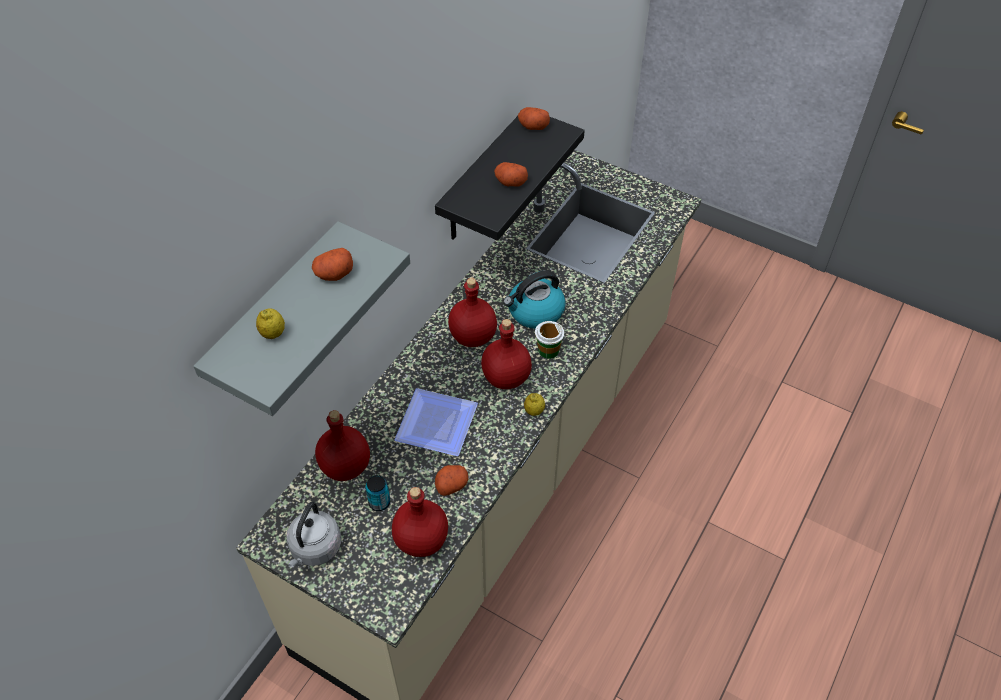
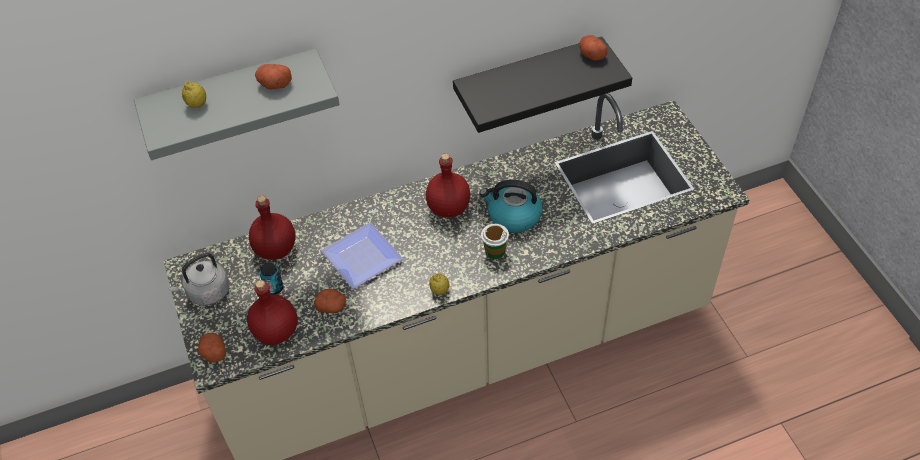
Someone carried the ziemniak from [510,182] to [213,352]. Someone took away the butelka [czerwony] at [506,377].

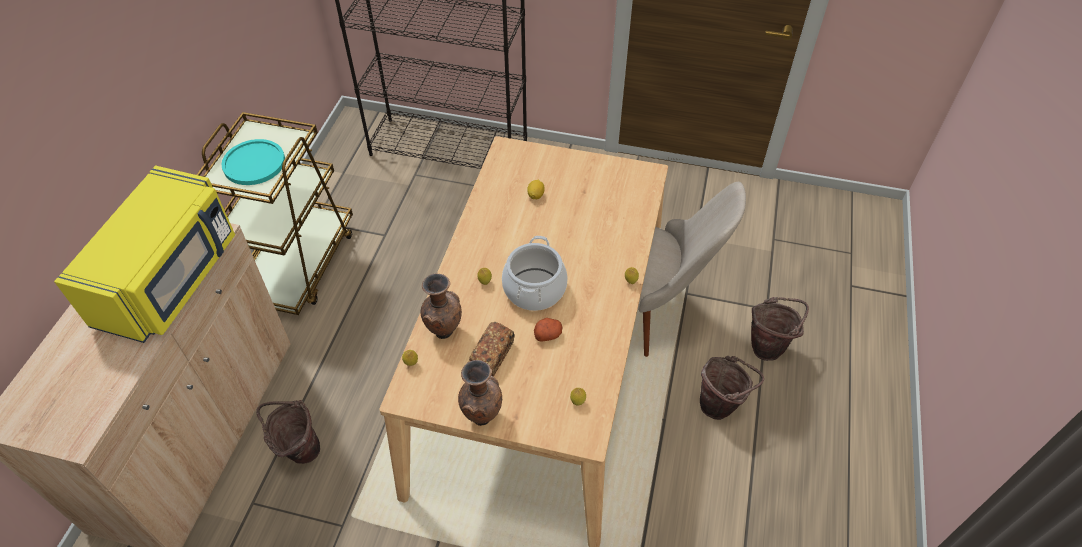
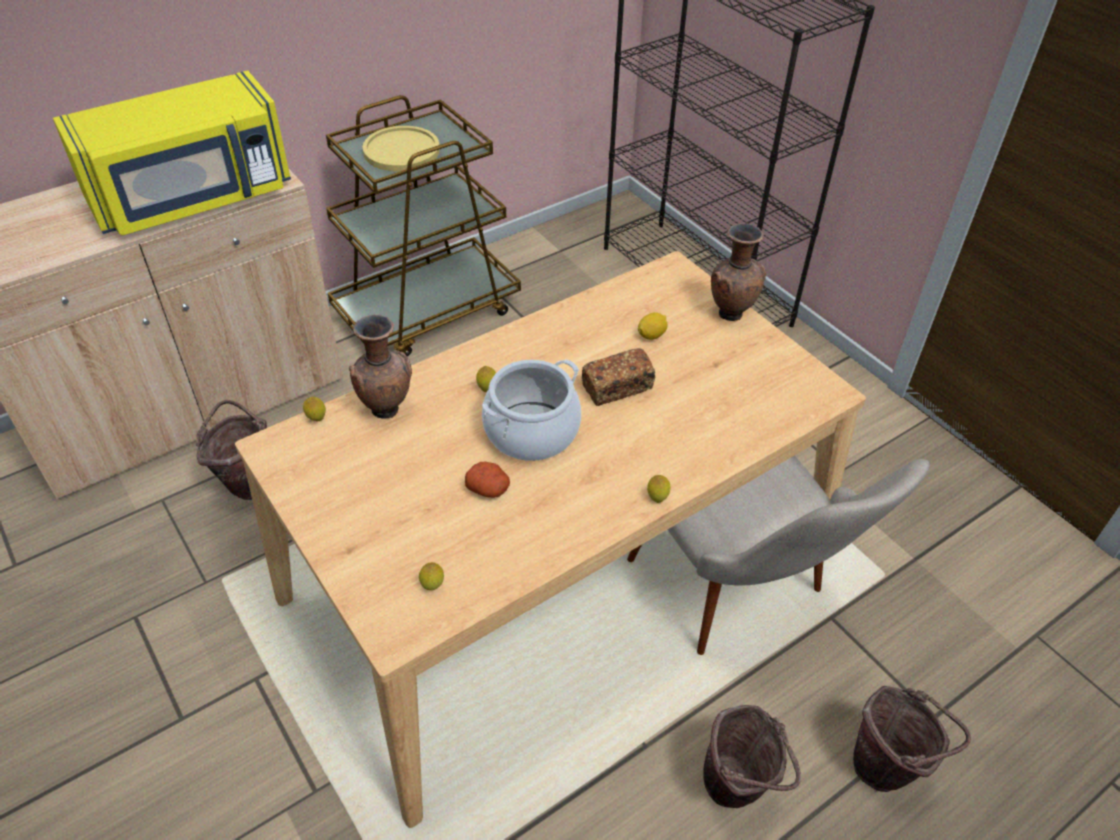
Someone repainted the talerz [turkusowy] at [254,163], which became the talerz [żółty] at [401,151]. Someone carried the chleb from [493,355] to [617,387]. Someone carried the wazon [brązowy] from [481,415] to [730,313].

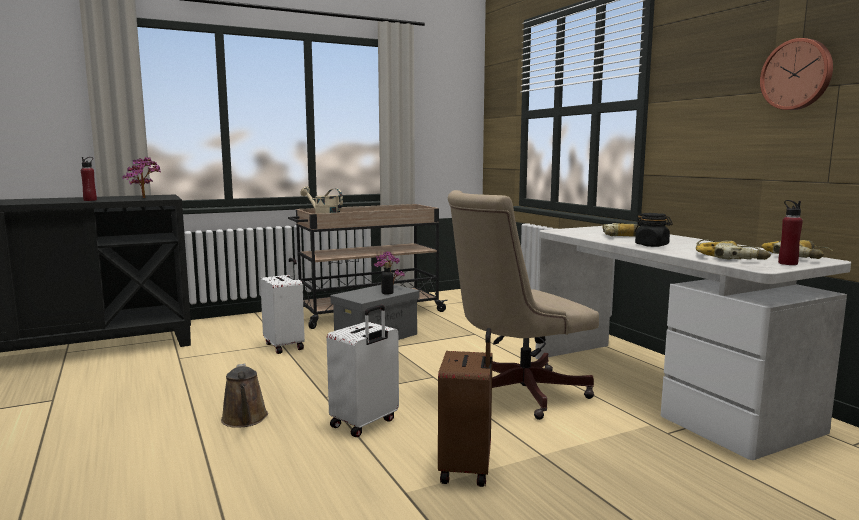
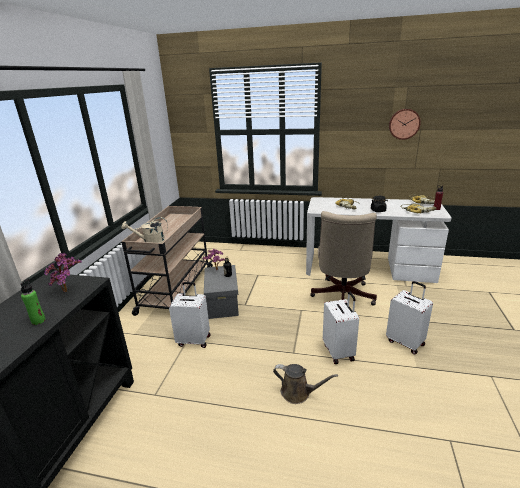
Someone repainted the butelka [czerwony] at [90,200], which became the butelka [zielony] at [38,321]. Someone repainted the walizka [brązowy] at [467,469], which became the walizka [biały] at [405,342].

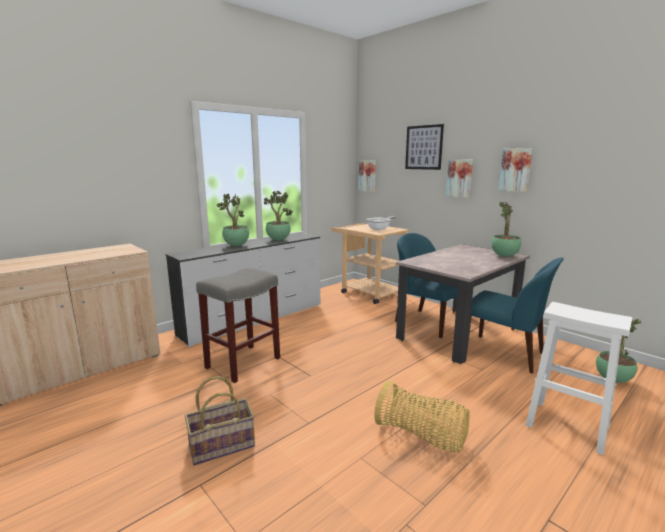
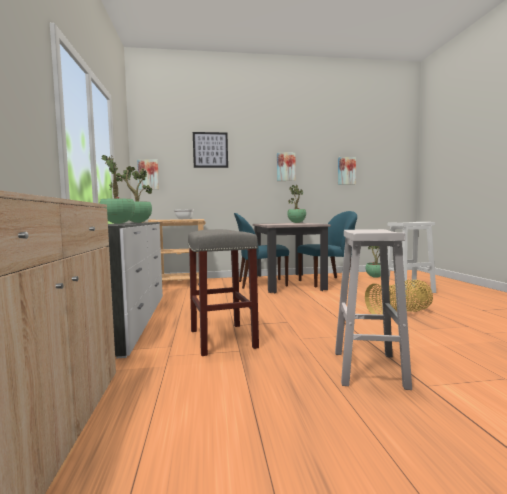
Someone carried the obraz from [460,178] to [346,171]. Someone swapped the koszyk at [222,445] for the stołek [biały] at [368,368].

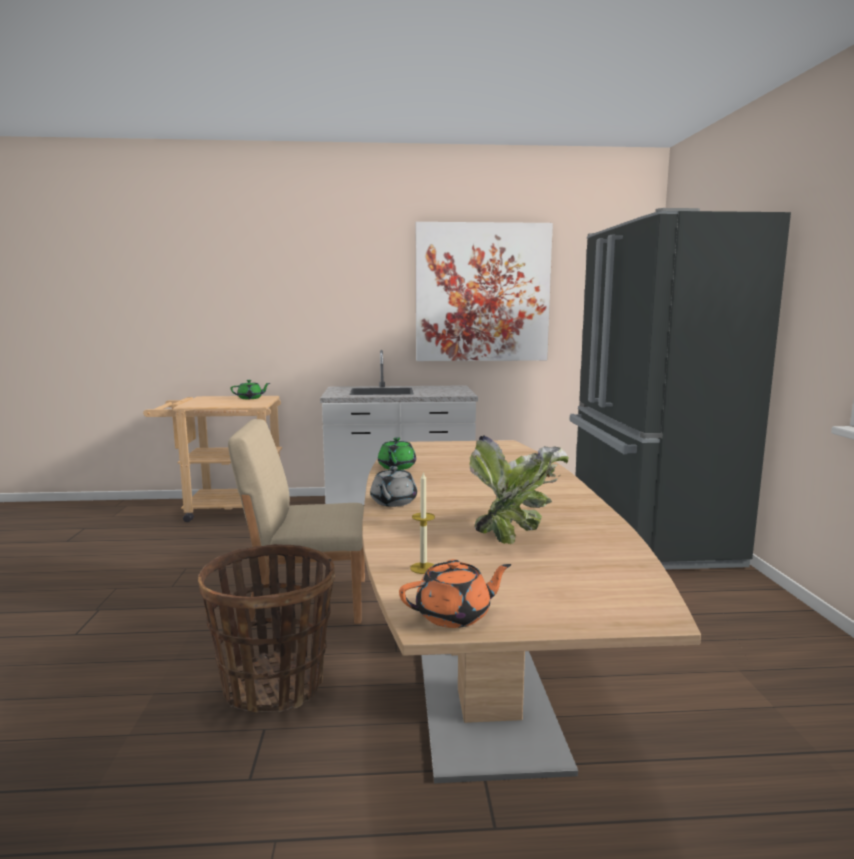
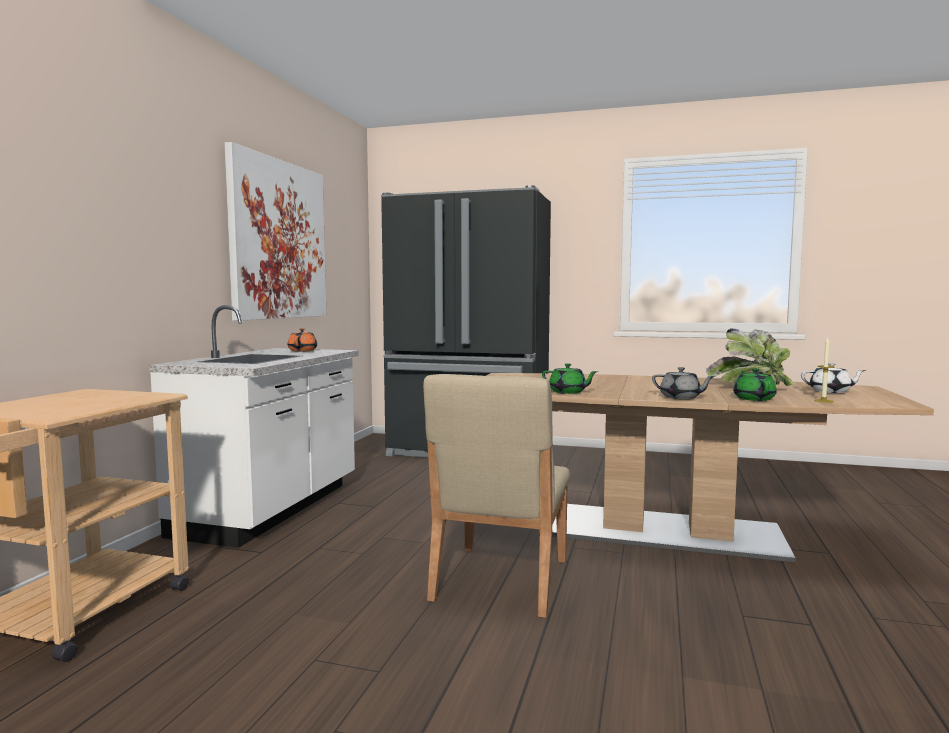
Someone carried the imbryk [zielony] from [250,398] to [753,399]. Someone took away the koszyk at [274,685]. Someone carried the imbryk [pomarańczowy] from [455,615] to [303,350]. Someone put down the imbryk [biały] at [831,391].

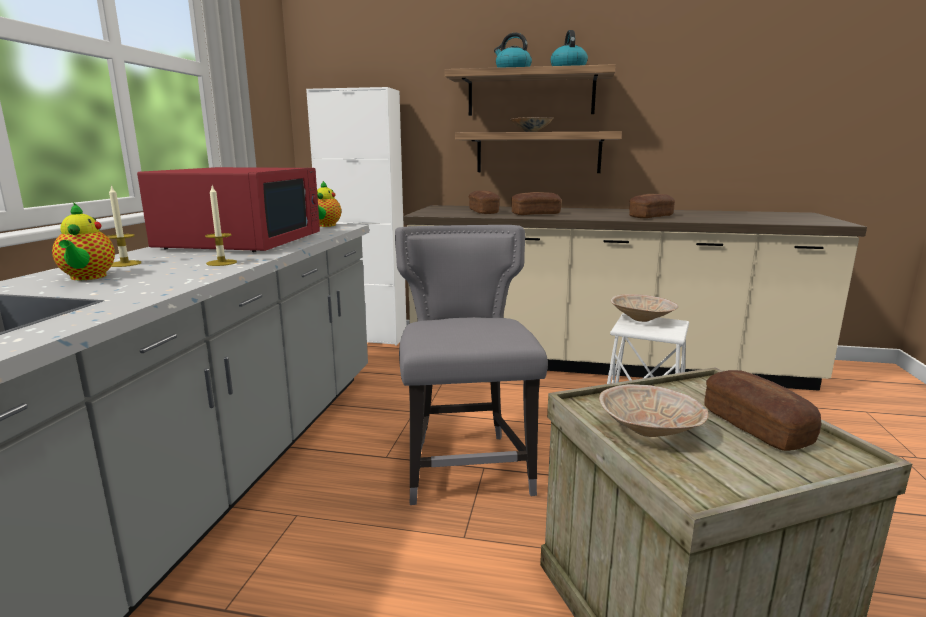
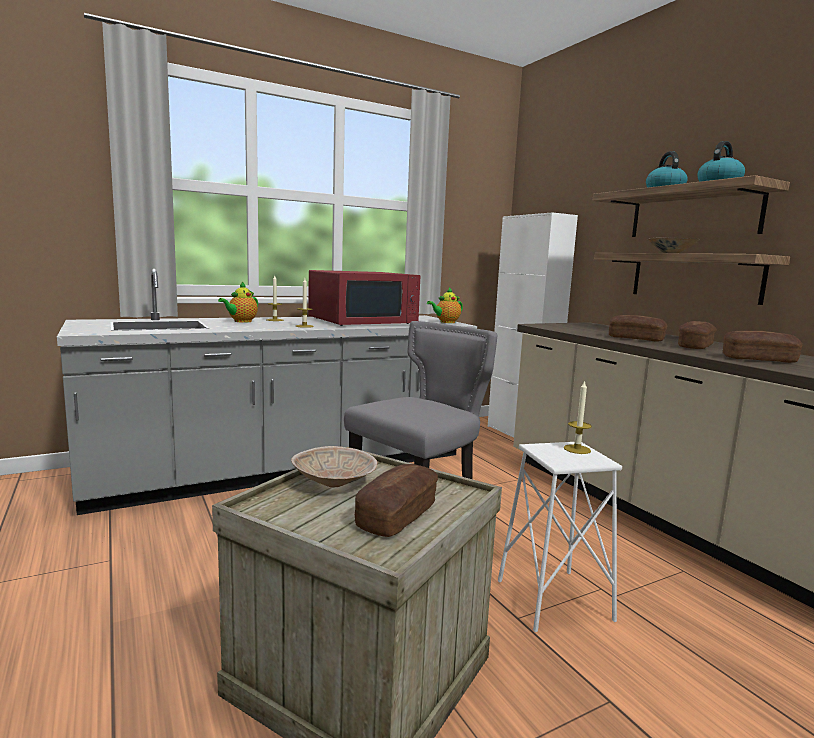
Someone carried the chleb from [483,212] to [695,346]. Someone swapped the miska [beżowy] at [643,319] for the świeca at [577,449].

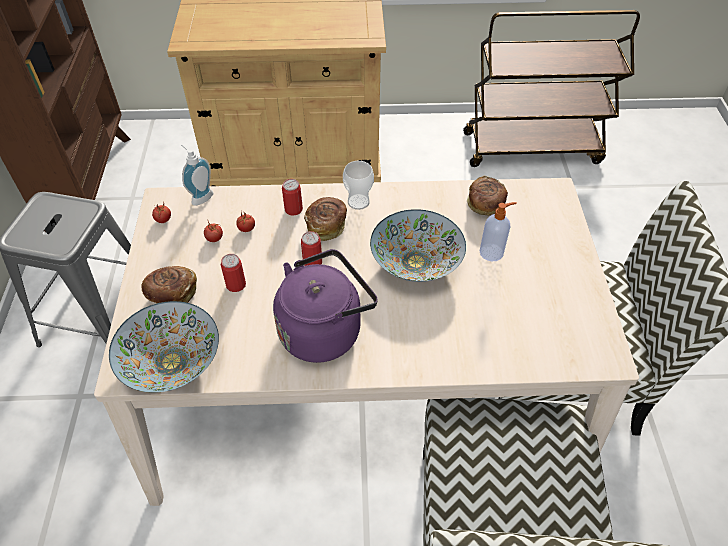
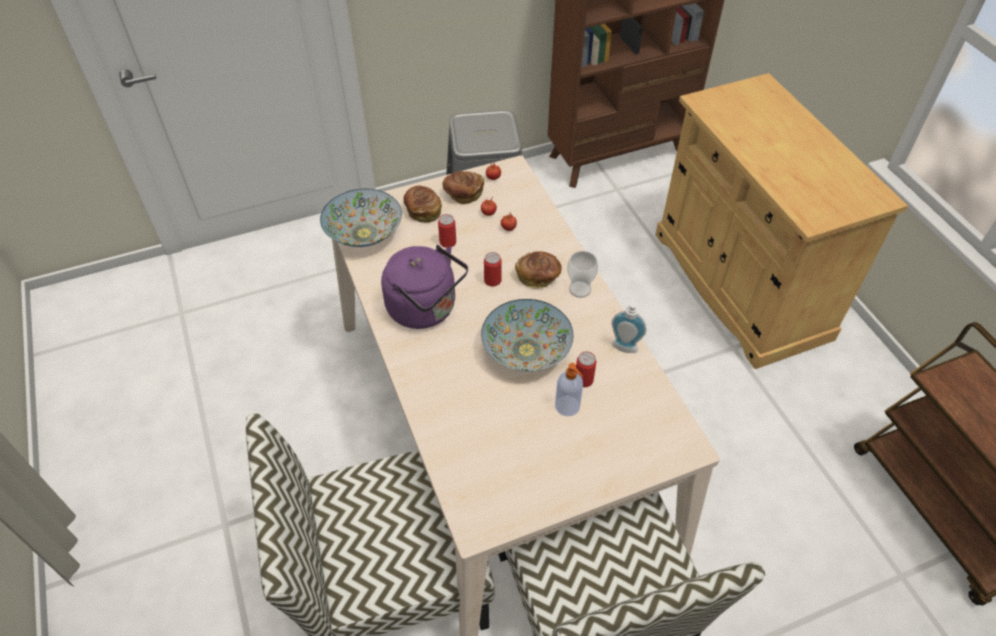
Someone carried the dozownik mydła from [200,197] to [625,344]. Someone carried the chleb from [485,205] to [463,194]. Someone carried the puszka from [293,209] to [583,380].

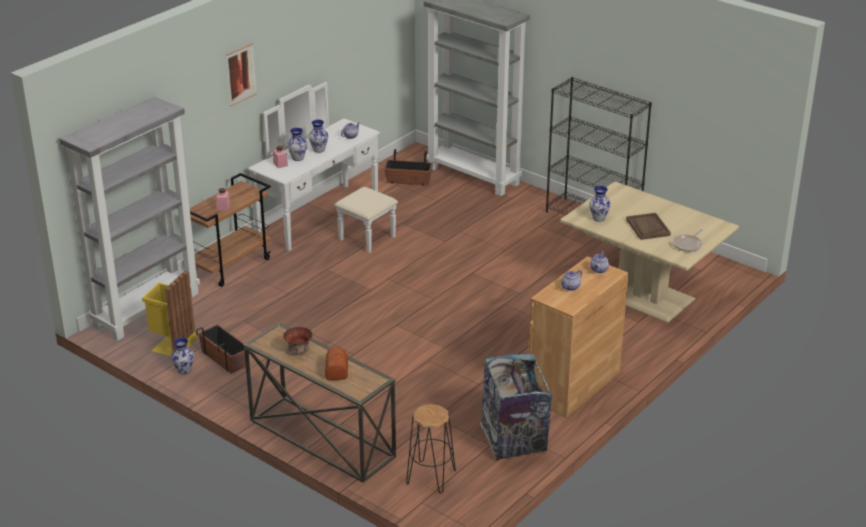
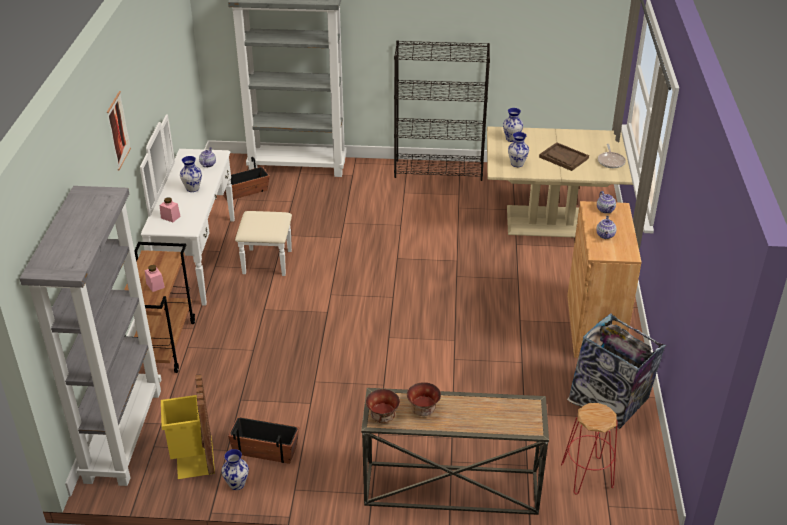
Someone carried the wazon from [297,158] to [511,139]. Someone took away the chleb at [336,371]. Someone repainted the stołek [czarny] at [431,477], which became the stołek [czerwony] at [587,475]. Someone put down the miska at [383,417].

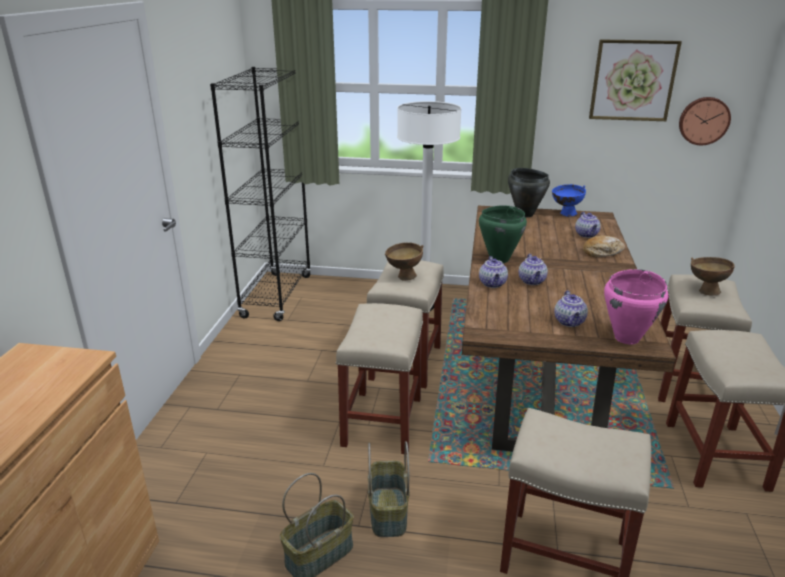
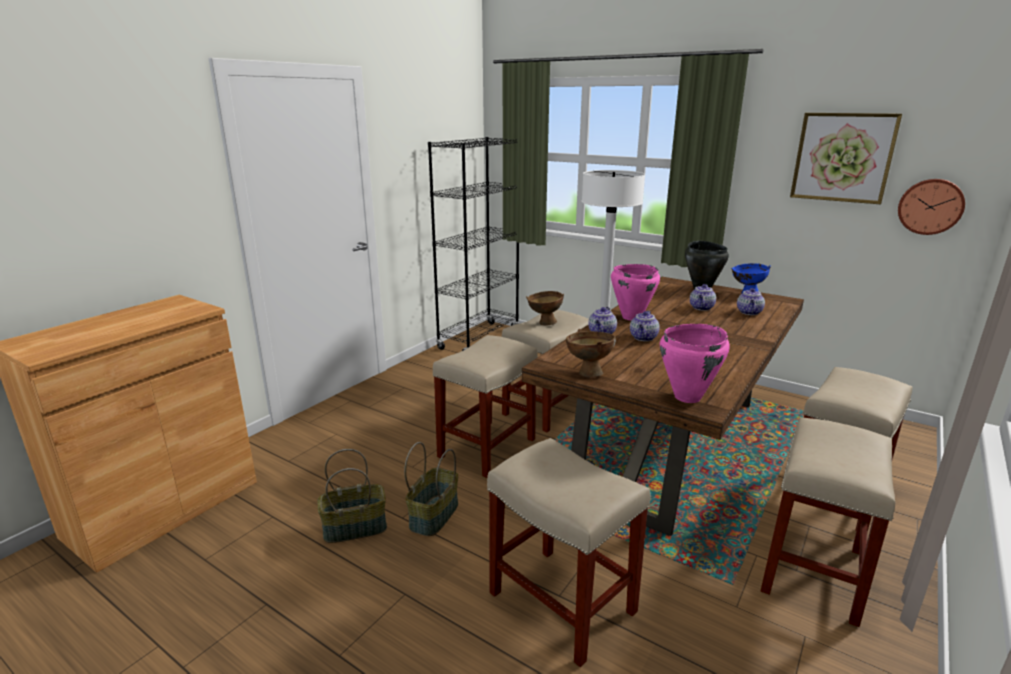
Someone repainted the garnek [zielony] at [498,259], which became the garnek [różowy] at [631,317]. Someone took away the chleb at [602,252]. Someone carried the miska [brązowy] from [705,291] to [588,371]. Someone carried the imbryk from [570,322] to [701,308].

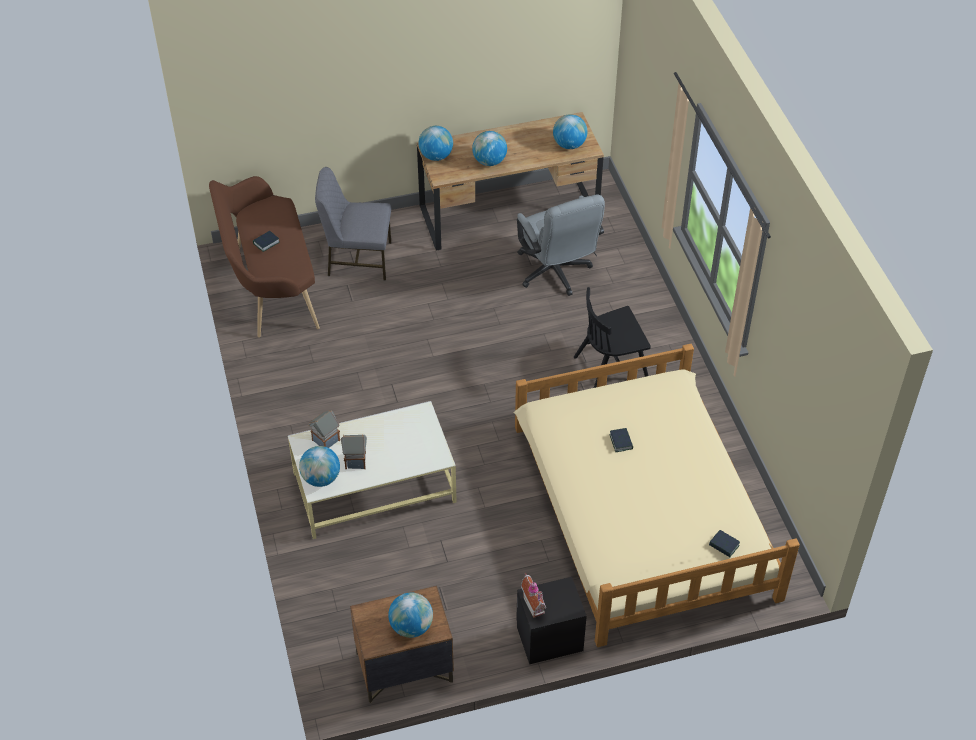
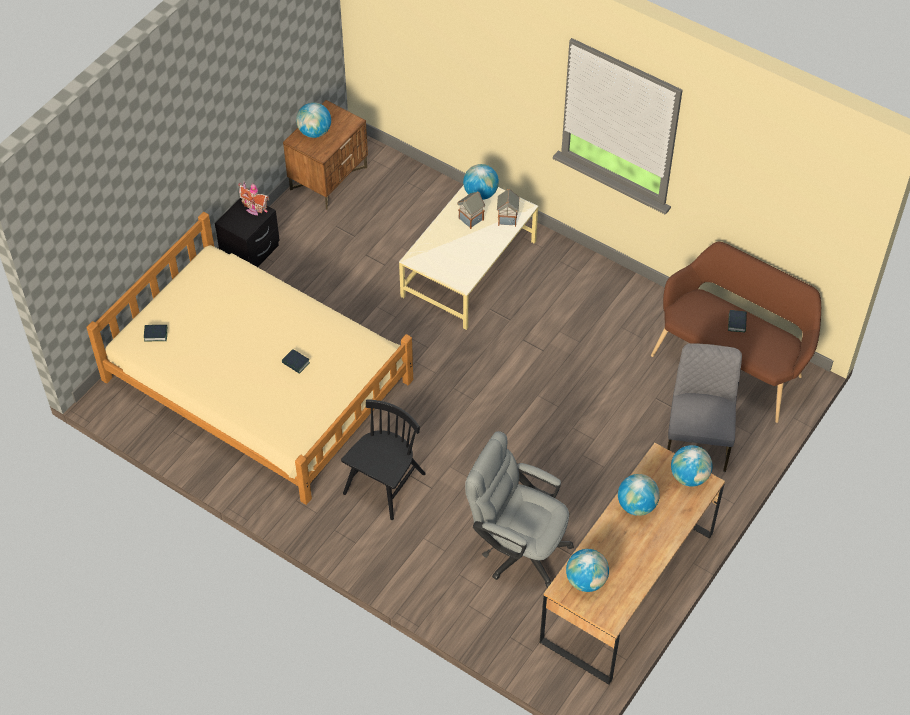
Someone rotated the krzesło [szary] at [358,259] by 45 degrees counterclockwise.

